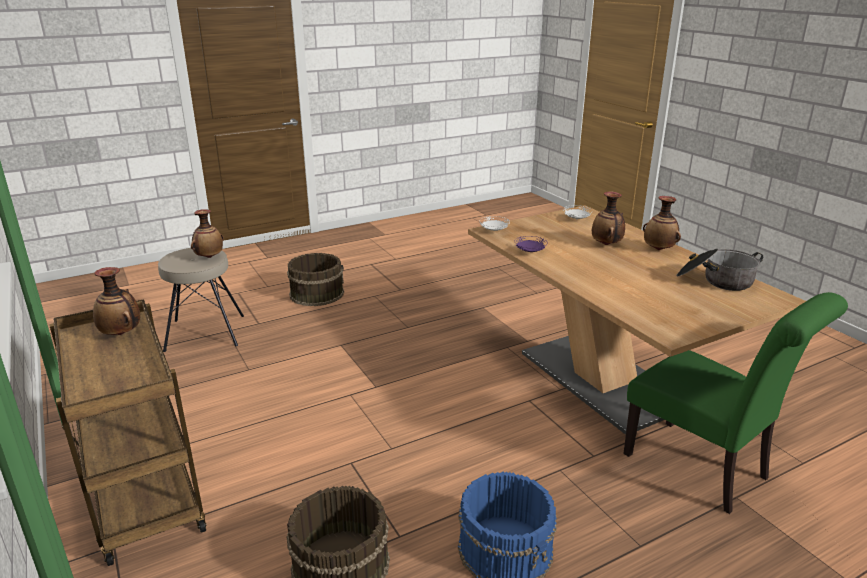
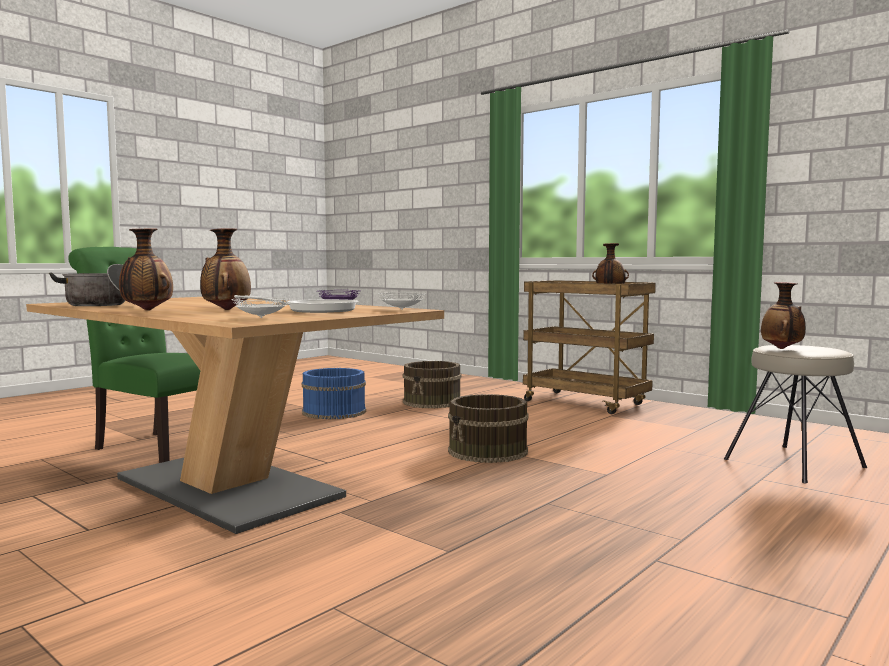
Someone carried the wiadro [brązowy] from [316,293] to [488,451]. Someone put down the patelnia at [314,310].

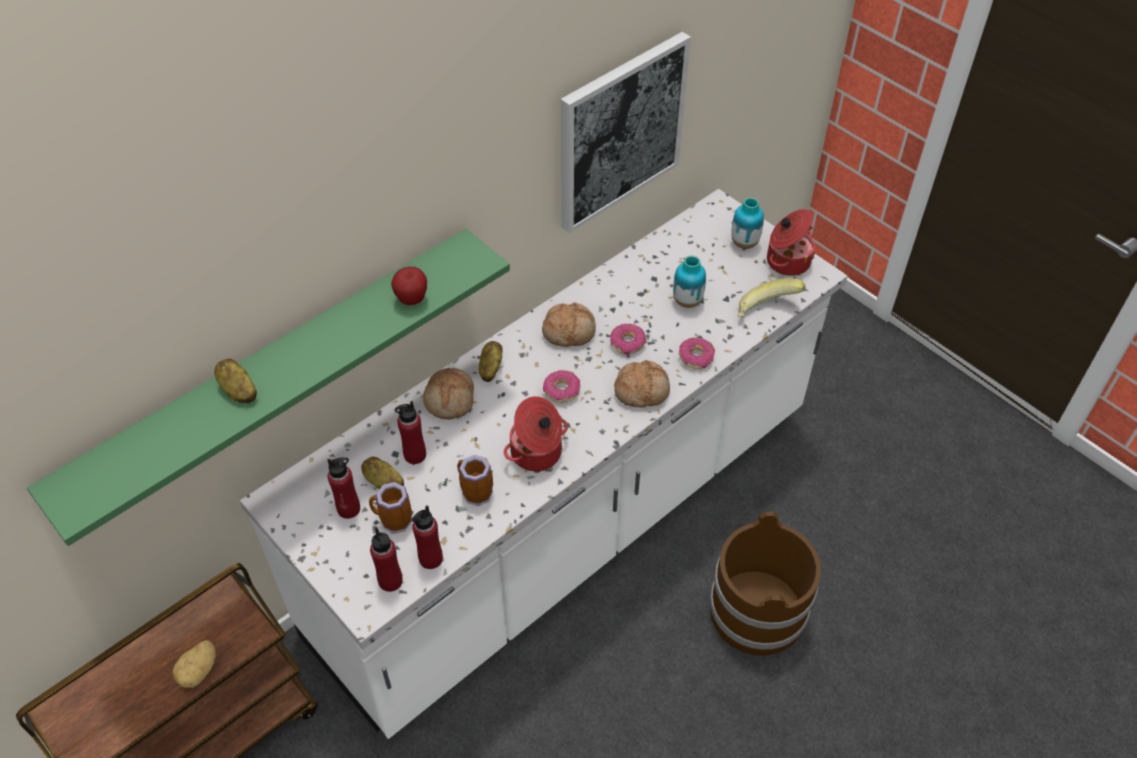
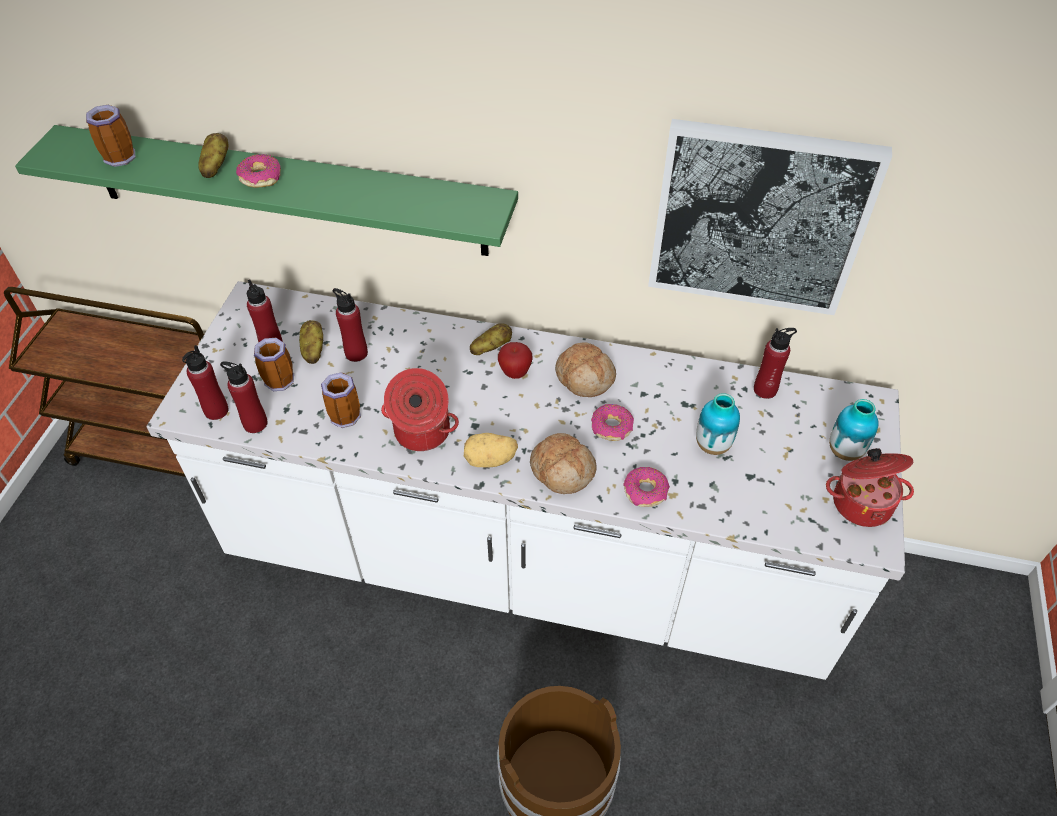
Someone carried the jabłko from [412,300] to [515,373]. Someone took away the banan at [766,311]. Someone took away the chleb at [451,399]. Someone carried the donut from [561,390] to [261,177]. Someone carried the ziemniak from [200,671] to [490,460]. Someone put down the kubek at [120,155]. Someone put down the butelka [czerwony] at [765,389].

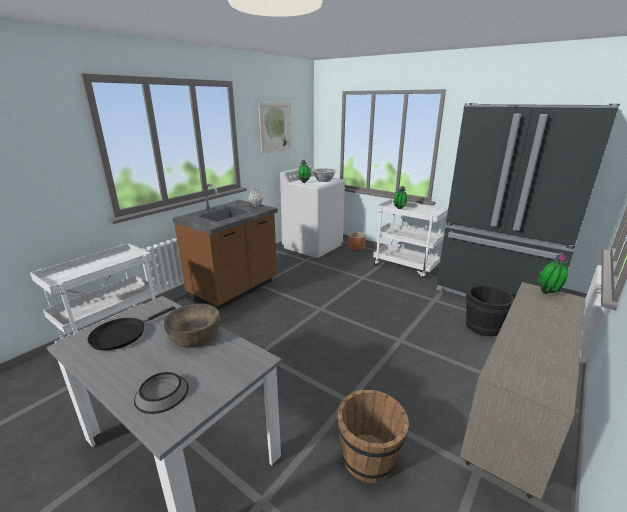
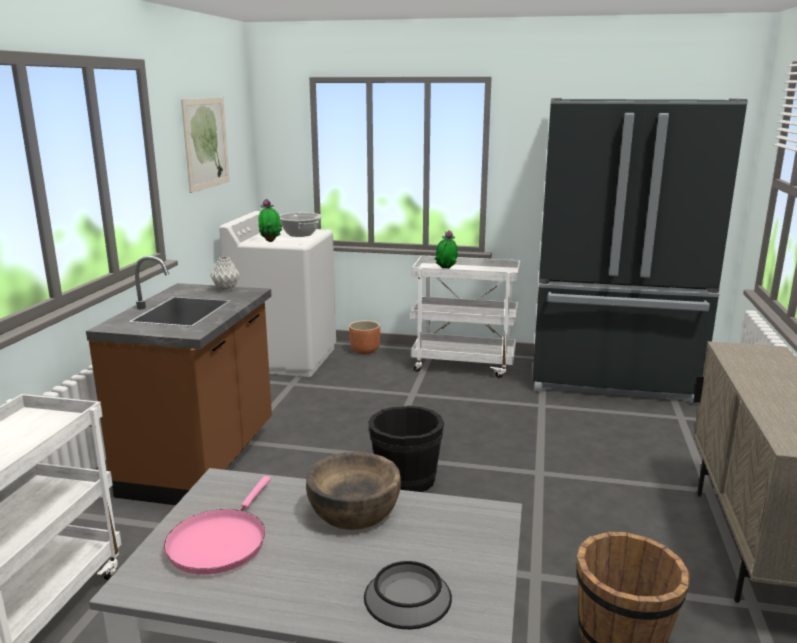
Someone took away the roślina doniczkowa at [548,294]. Someone carried the wiadro [czarny] from [483,327] to [405,479]. Someone repainted the patelnia [czarny] at [122,334], which became the patelnia [różowy] at [219,542].

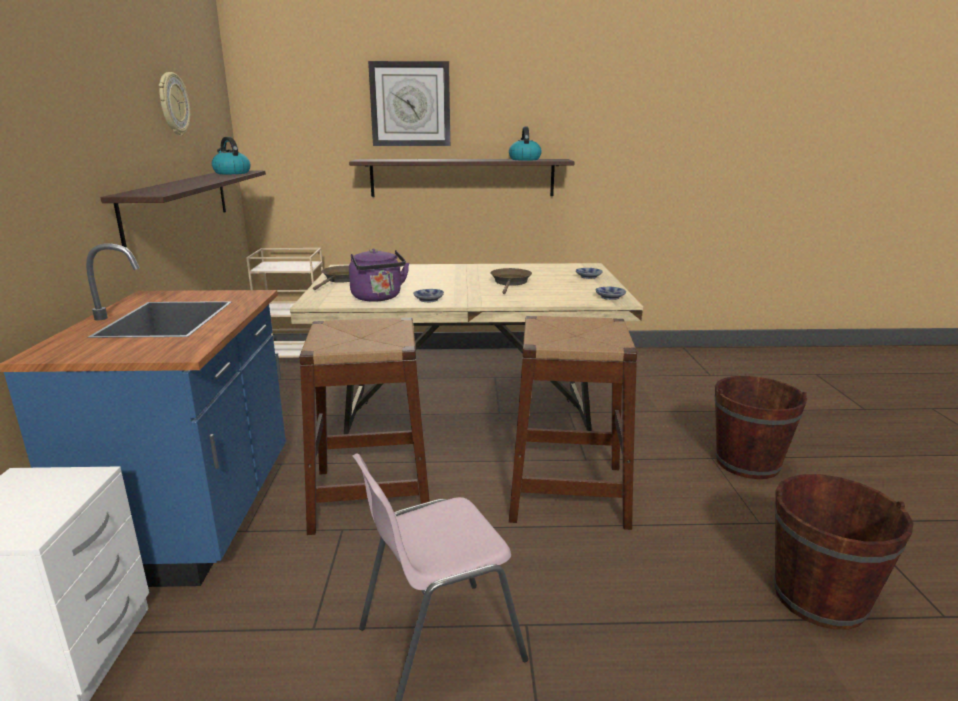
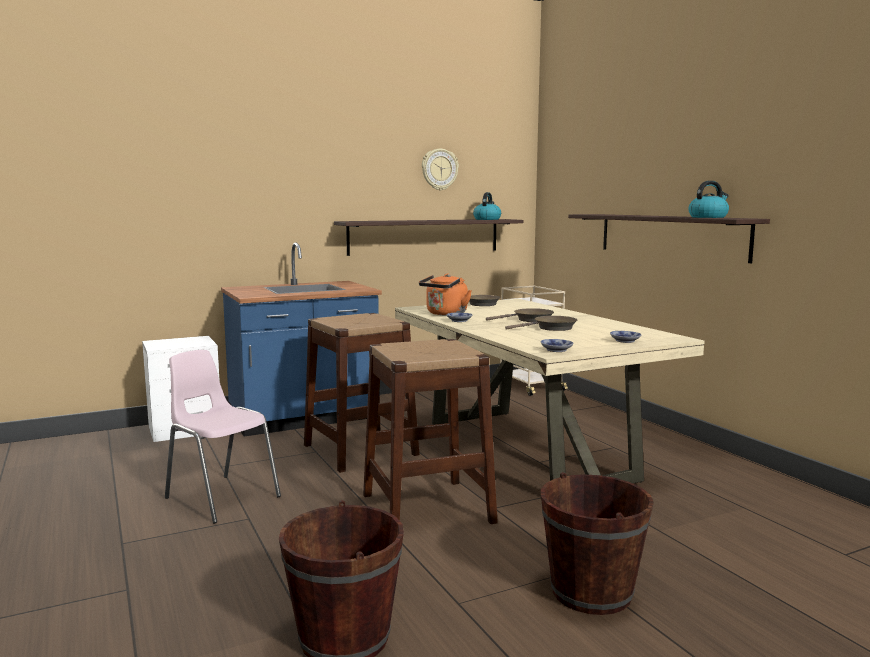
Someone took away the zegar ścienny at [410,104]. Someone repainted the czajnik [fioletowy] at [378,298], which became the czajnik [pomarańczowy] at [445,314]. Someone put down the patelnia [brązowy] at [530,320].

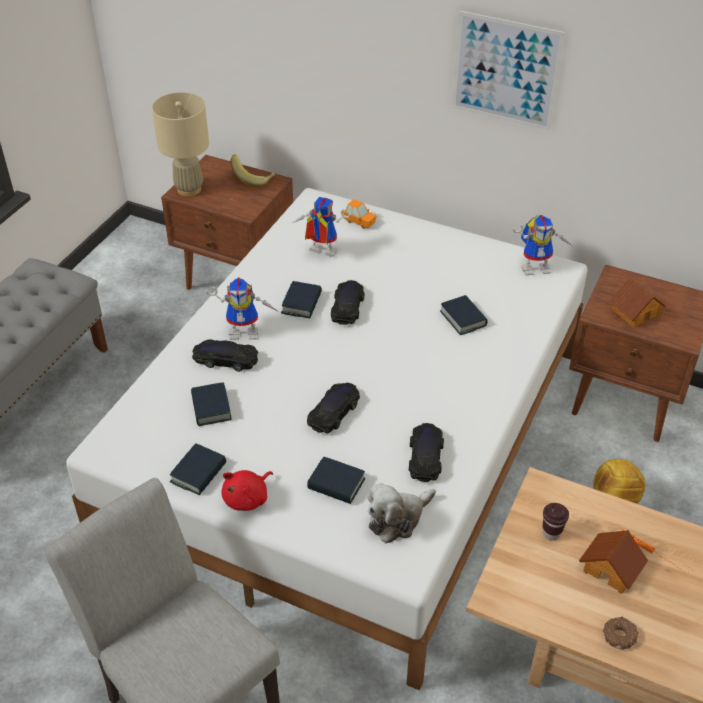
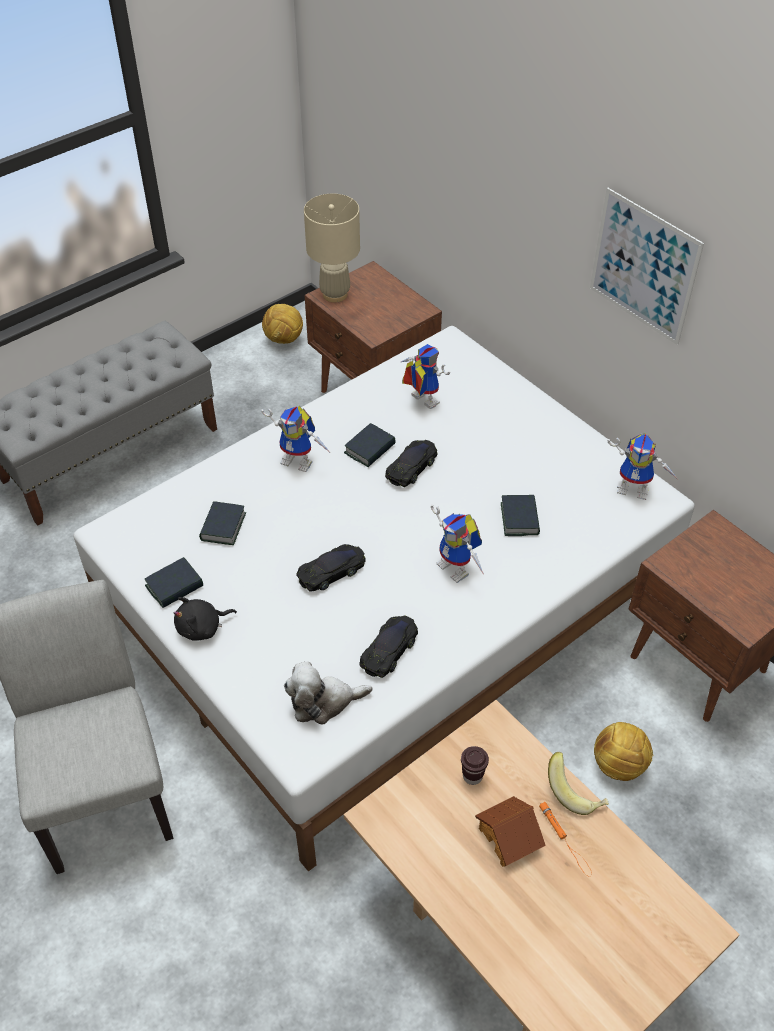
Someone carried the banan from [253,179] to [575,792]. Someone took away the samochodzik [pomarańczowy] at [359,221]. Someone took away the domek at [635,312]. Someone took away the samochodzik [czarny] at [225,359]. Someone took away the książka at [336,484]. Someone repainted the pluszak [czerwony] at [248,498], which became the pluszak [czarny] at [202,628]. Someone took away the donut at [619,635]. Someone put down the piłka futbolowa at [284,340]. Someone put down the robot zabawkowy at [458,568].

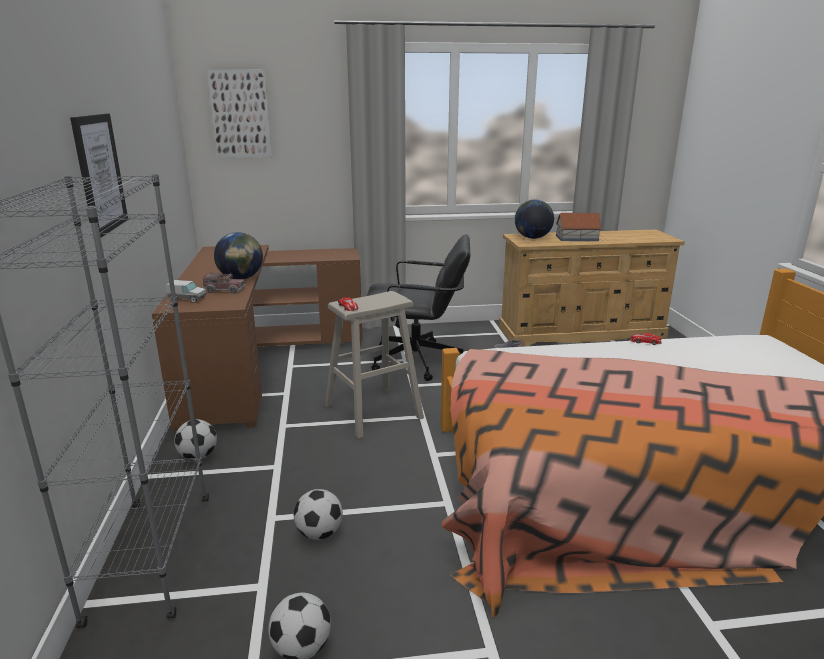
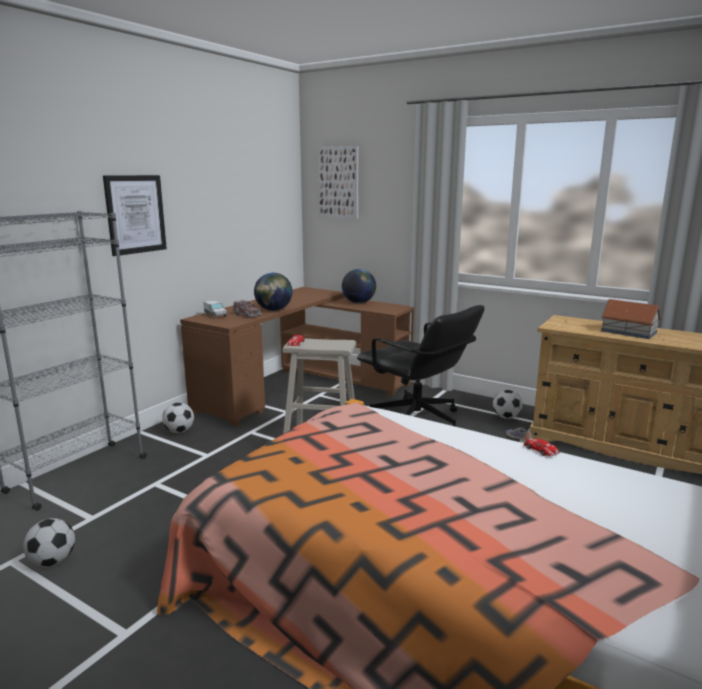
Someone carried the globus from [532,238] to [358,302]. Someone carried the piłka futbolowa from [319,533] to [506,417].

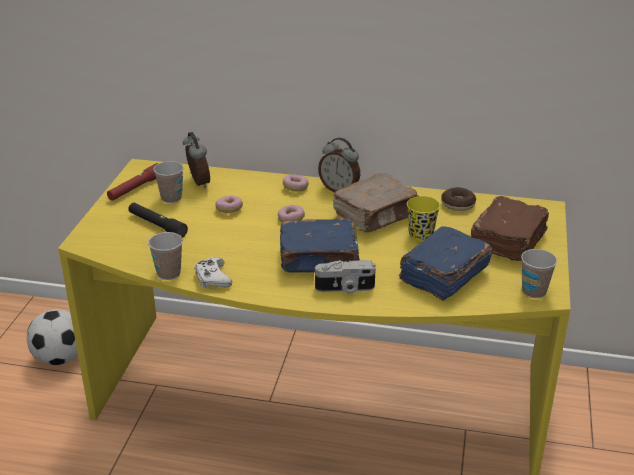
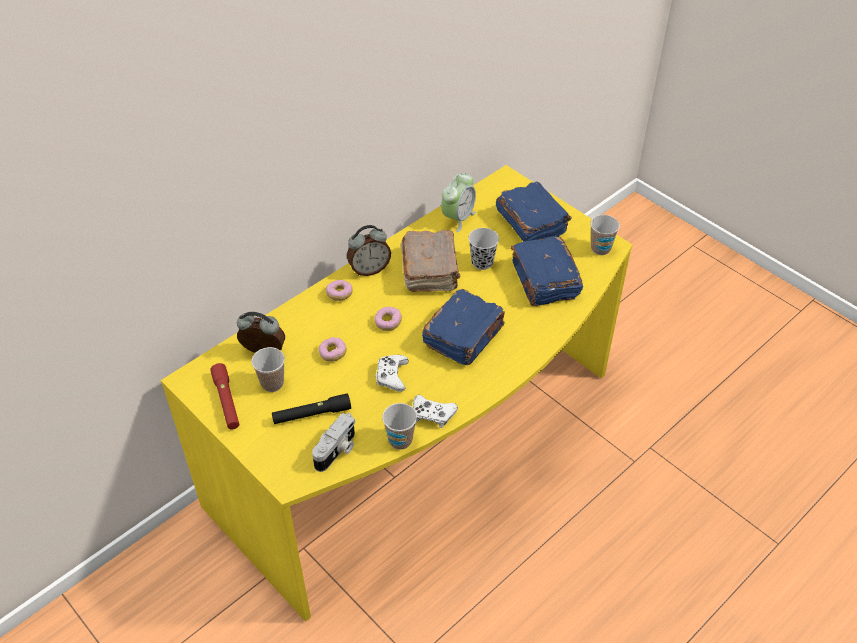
Someone swapped the donut at [458,204] for the budzik at [458,218]. Someone repainted the filiżanka [żółty] at [421,235], which became the filiżanka [czarny] at [482,262]. Someone repainted the książka [brązowy] at [509,241], which became the książka [niebieski] at [531,222]. Someone carried the aparat fotograficzny from [345,289] to [337,451]. Someone took away the piłka futbolowa at [59,358]. Someone put down the pad do gier [biały] at [392,376].

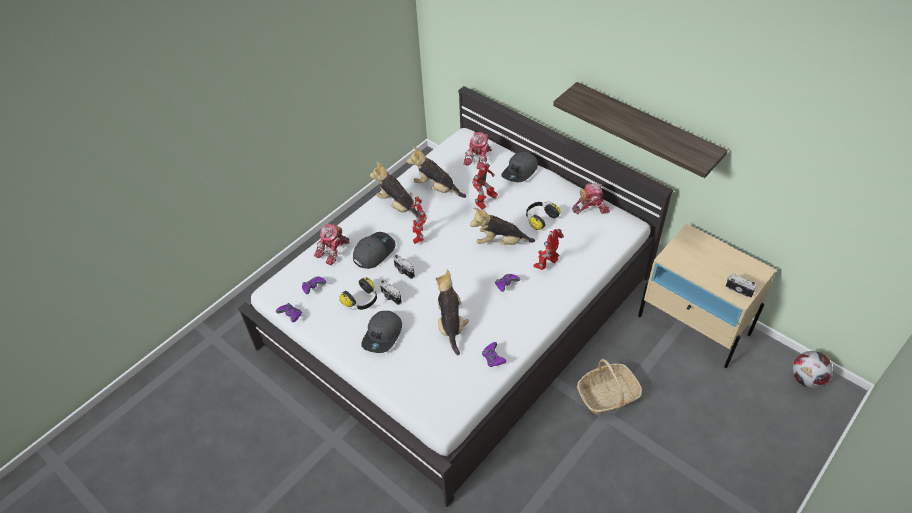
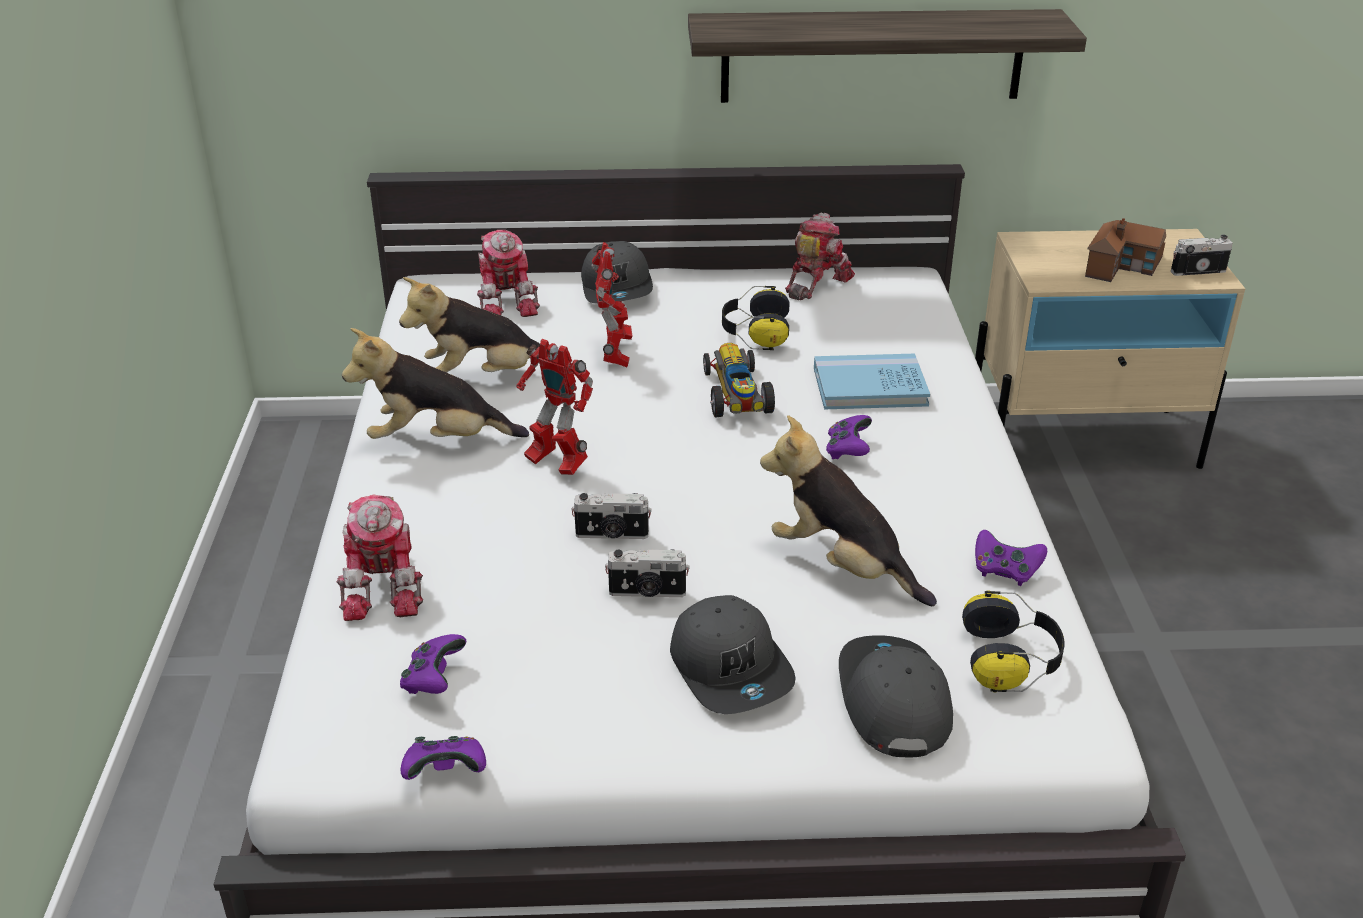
Someone swapped the pluszak at [500,242] for the samochodzik at [736,396]. Someone swapped the robot zabawkowy at [547,265] for the książka [niebieski] at [870,387]. Someone carried the czapka z daszkiem [szary] from [373,252] to [892,701]. Someone carried the słuchawki from [362,300] to [1011,660]. Someone took away the piłka futbolowa at [807,379]. Someone took away the koszyk at [607,395]. Someone put down the domek at [1122,266].

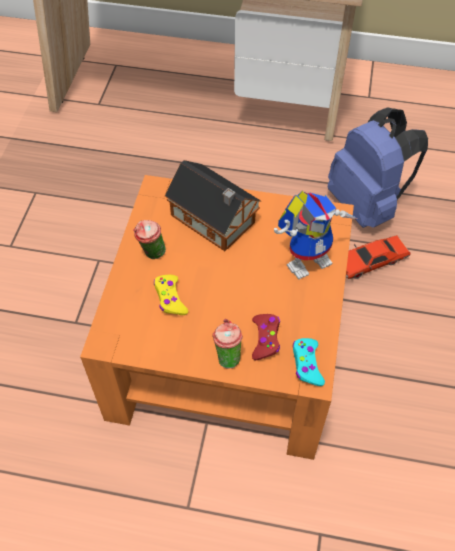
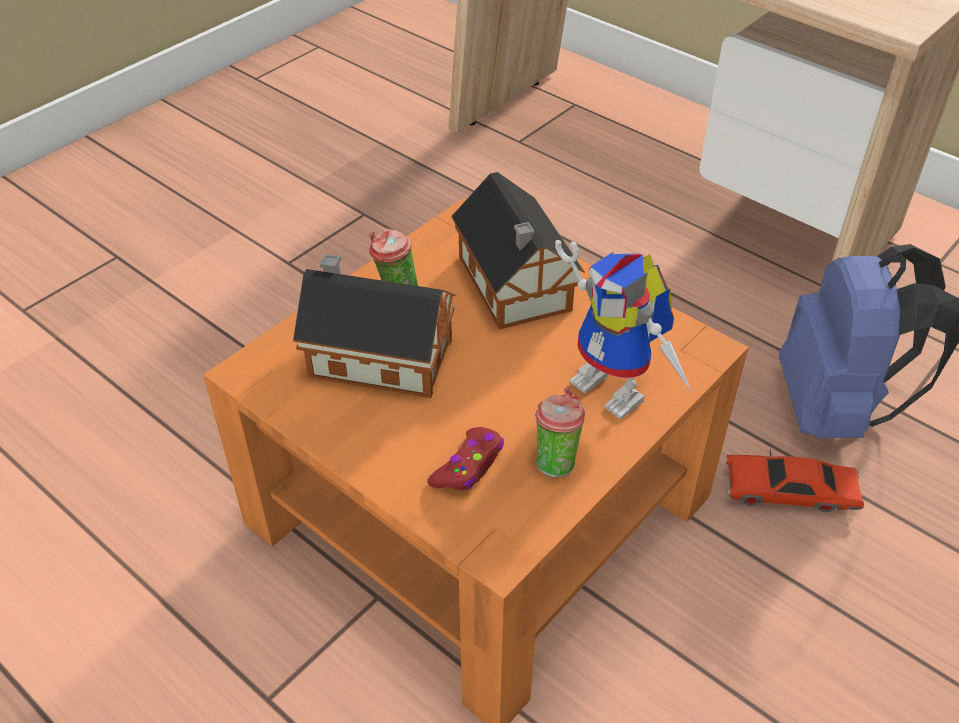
Someone rotated the robot zabawkowy at [308,258] by 45 degrees clockwise. Someone swapped the pad do gier [żółty] at [170,298] for the domek at [375,356]. Someone carried the filiżanka from [227,356] to [555,460]. Someone took away the pad do gier [turkusowy] at [307,364].

